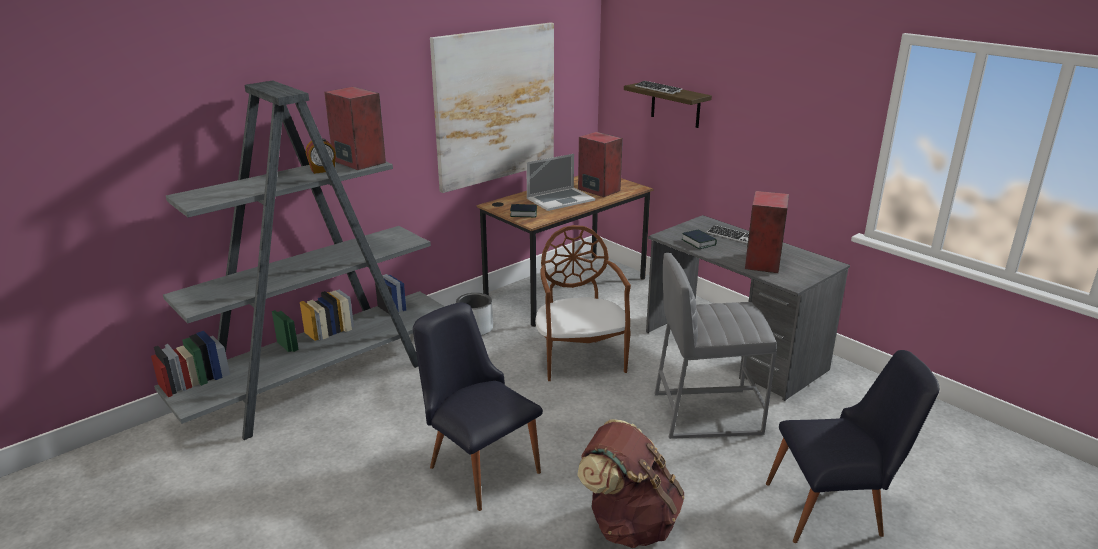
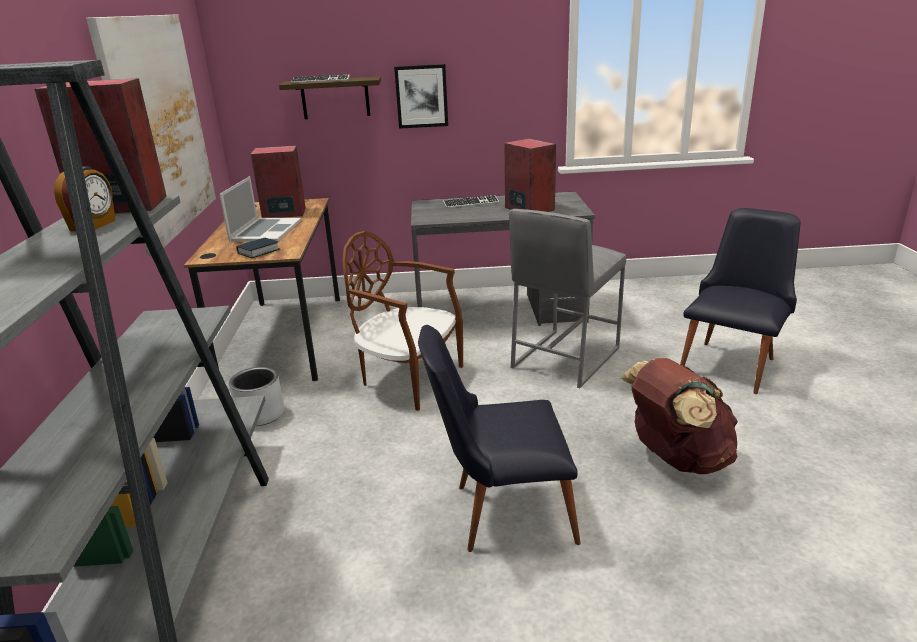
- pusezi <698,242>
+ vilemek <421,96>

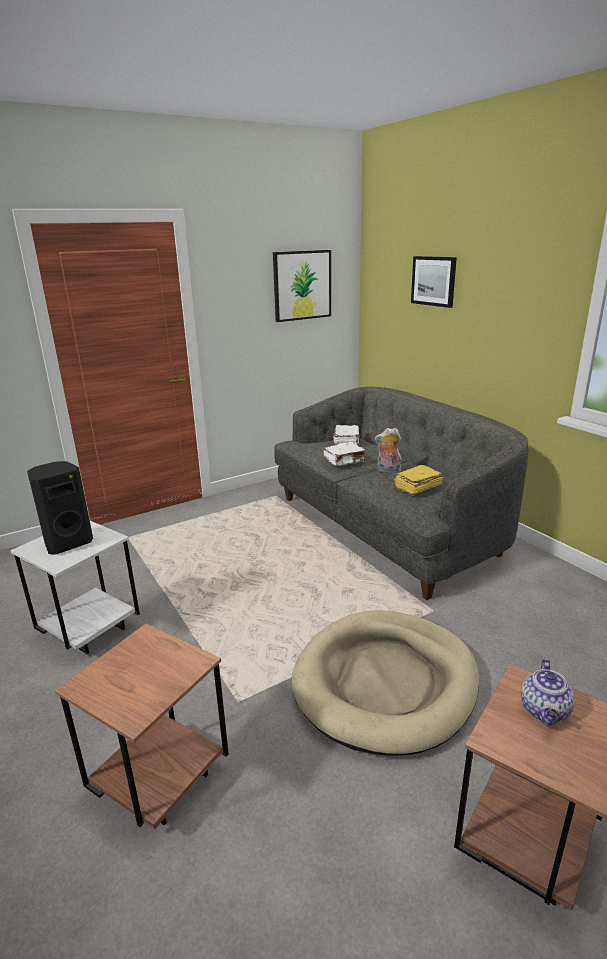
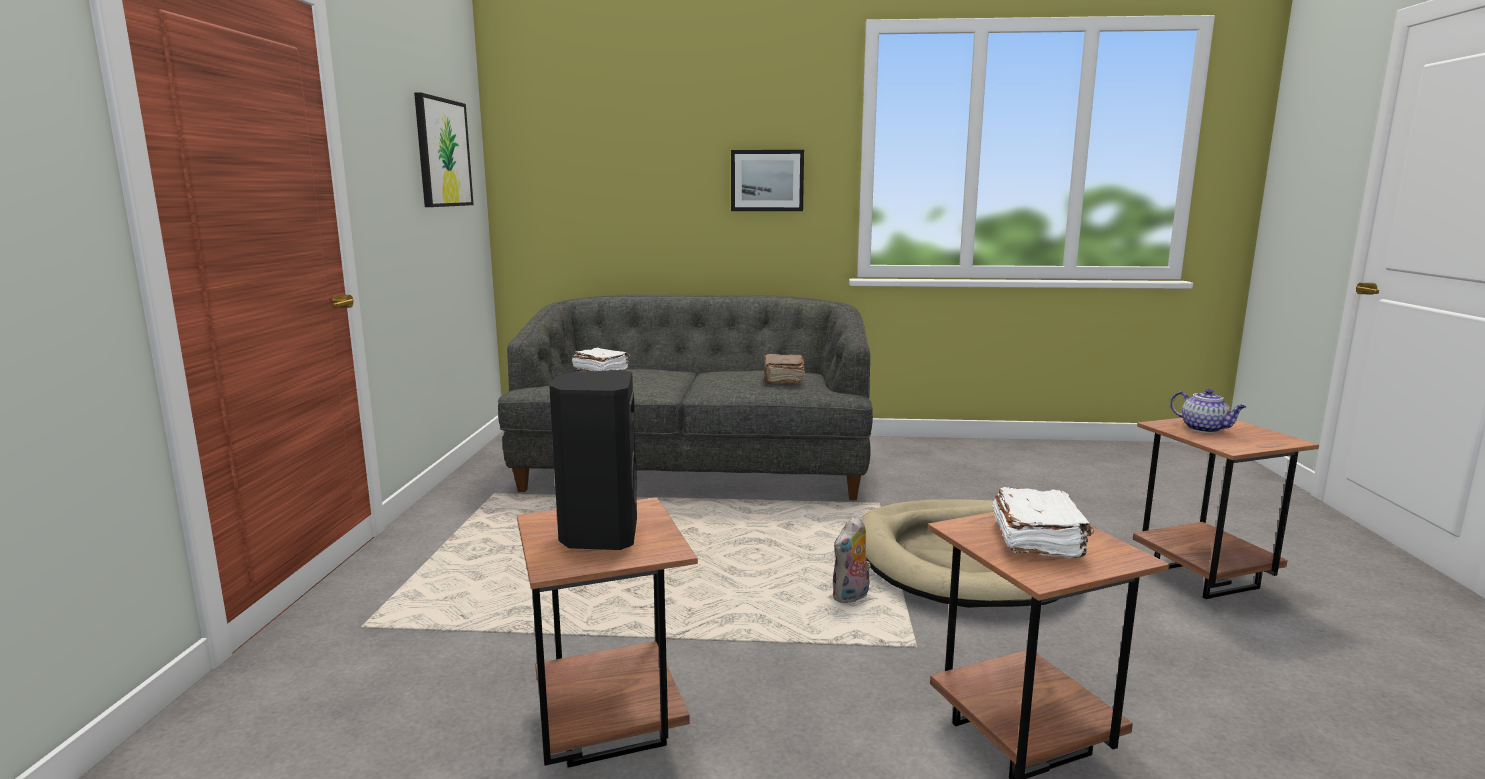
~ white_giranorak <90,633> to brown_giranorak <607,730>
~ white_pusezi <345,461> to <1038,540>
~ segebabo <388,471> to <851,597>
~ yellow_pusezi <417,487> to brown_pusezi <783,378>
~ vilemek <433,281> to <767,180>

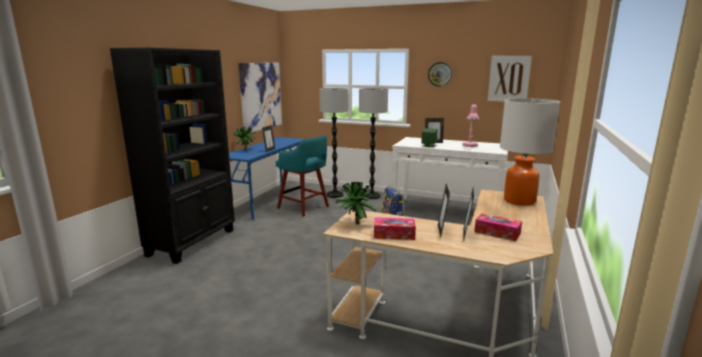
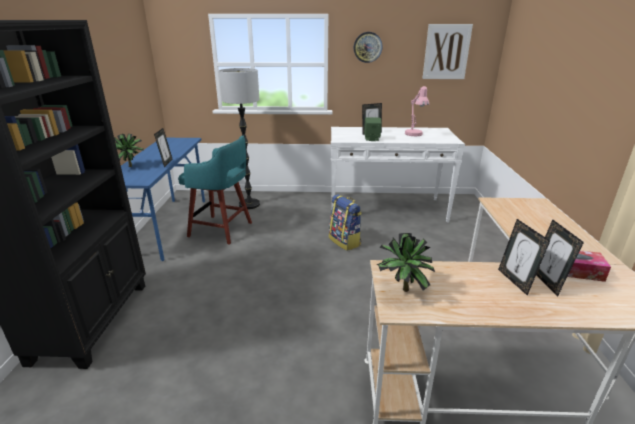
- vilemek <261,96>
- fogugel <372,196>
- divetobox <394,234>
- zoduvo <519,201>

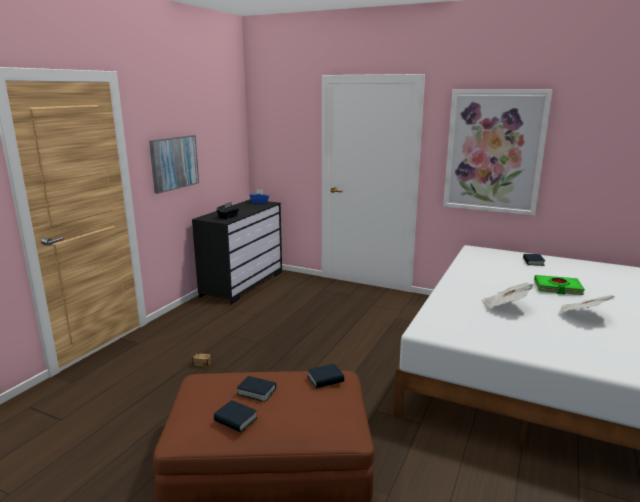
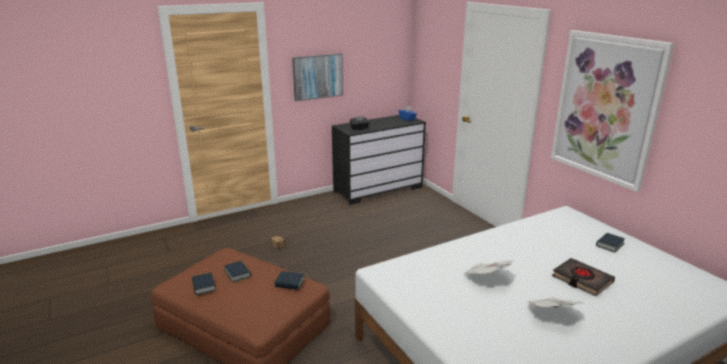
~ green_pusezi <557,288> to black_pusezi <582,280>

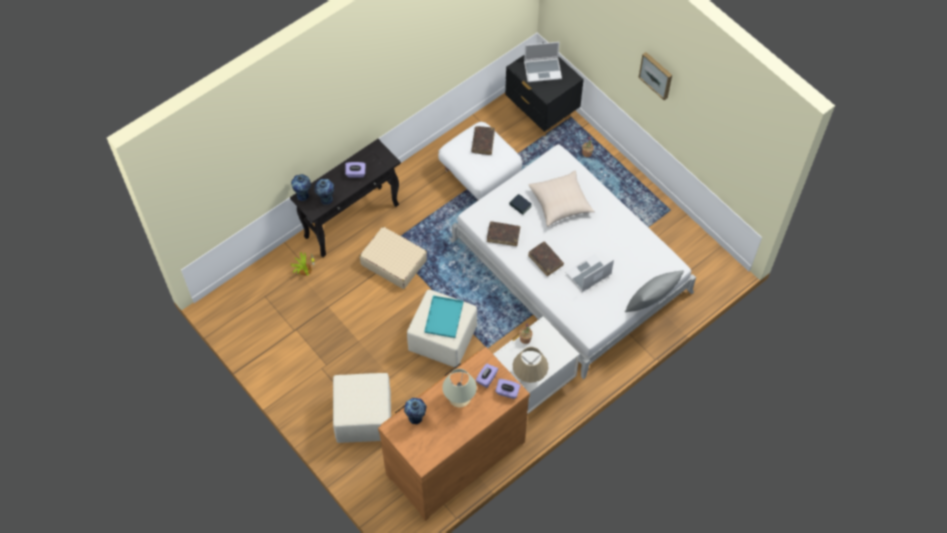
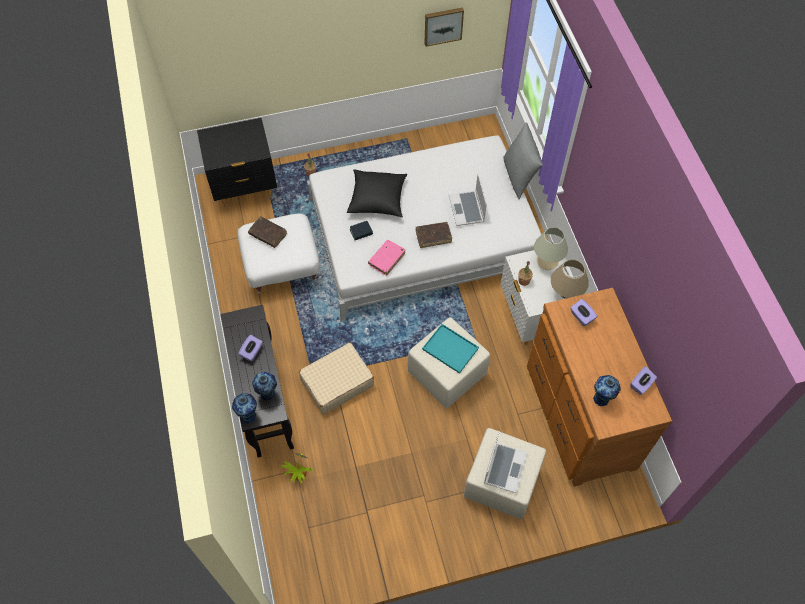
~ beige_zoduvo <460,397> to <547,261>
~ brown_pusezi <503,235> to pink_pusezi <386,259>
~ purple_divetobox <507,392> to <641,384>
~ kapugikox <543,70> to <504,467>
~ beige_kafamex <560,203> to black_kafamex <377,199>
~ vilemek <656,75> to <443,25>

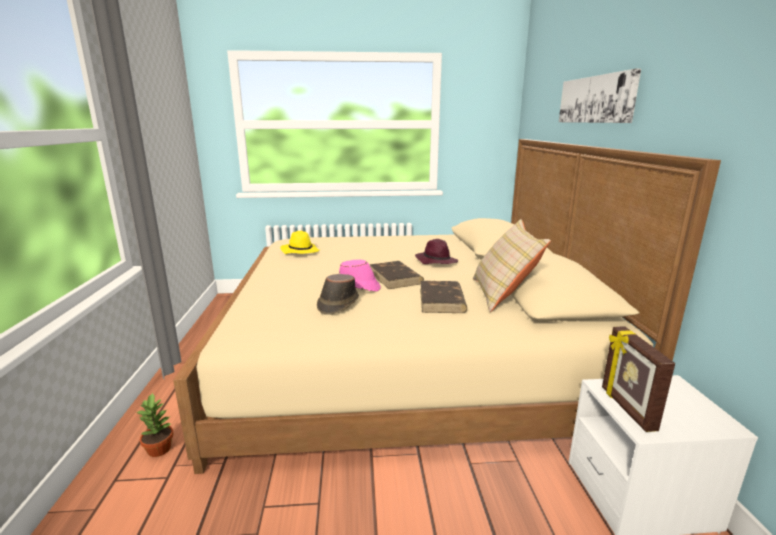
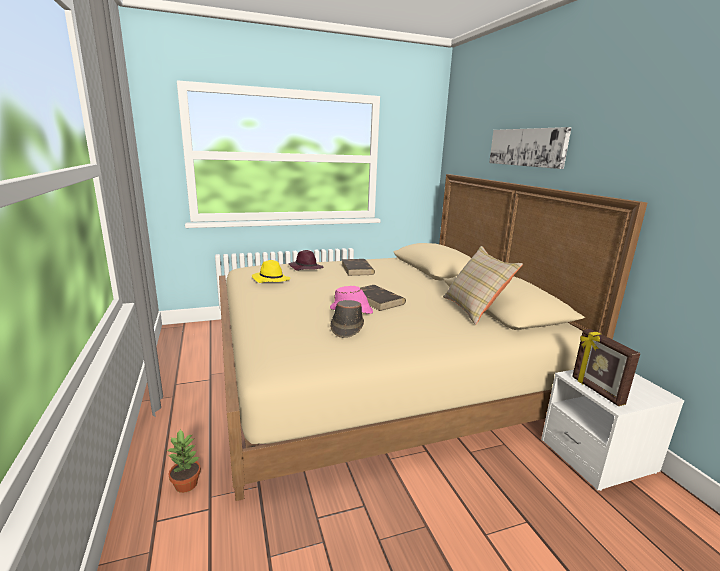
~ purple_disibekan <436,261> to <305,268>
~ brown_pusezi <442,300> to <357,269>

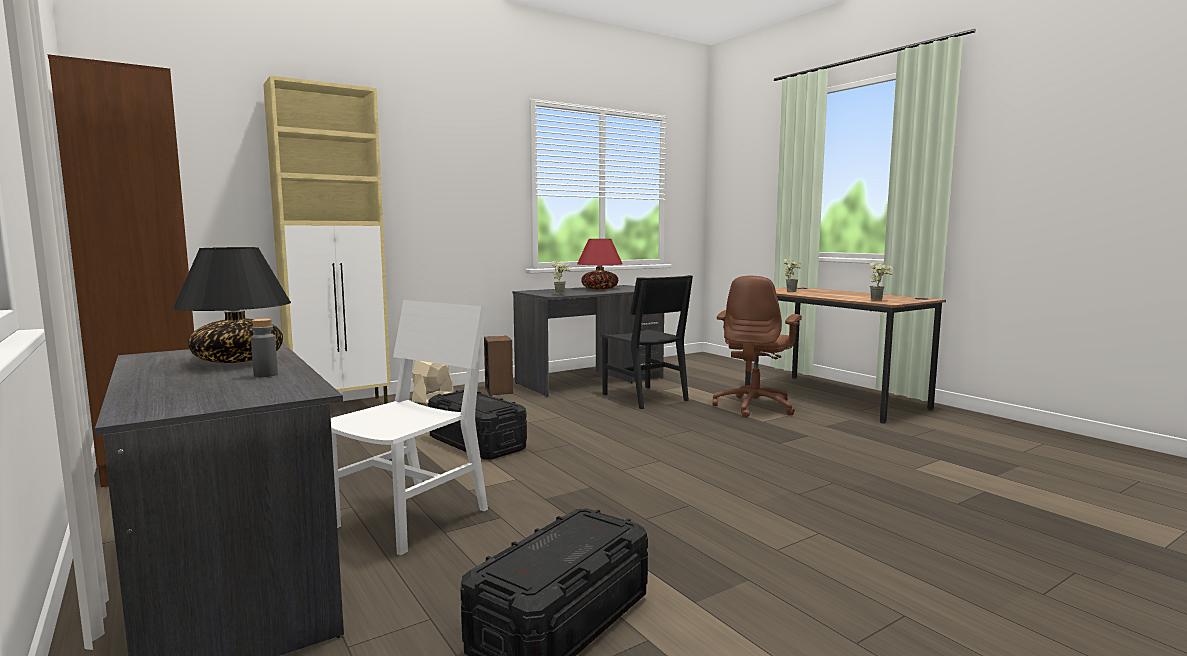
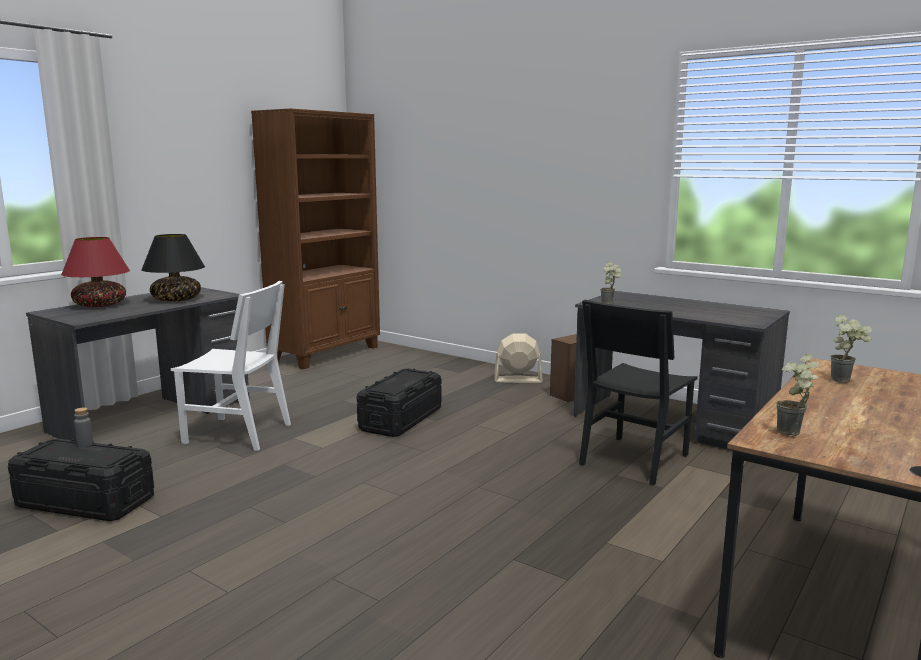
~ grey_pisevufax <265,375> to <85,444>
- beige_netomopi <341,407>
~ red_zoduvo <600,289> to <100,305>
- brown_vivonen <755,407>

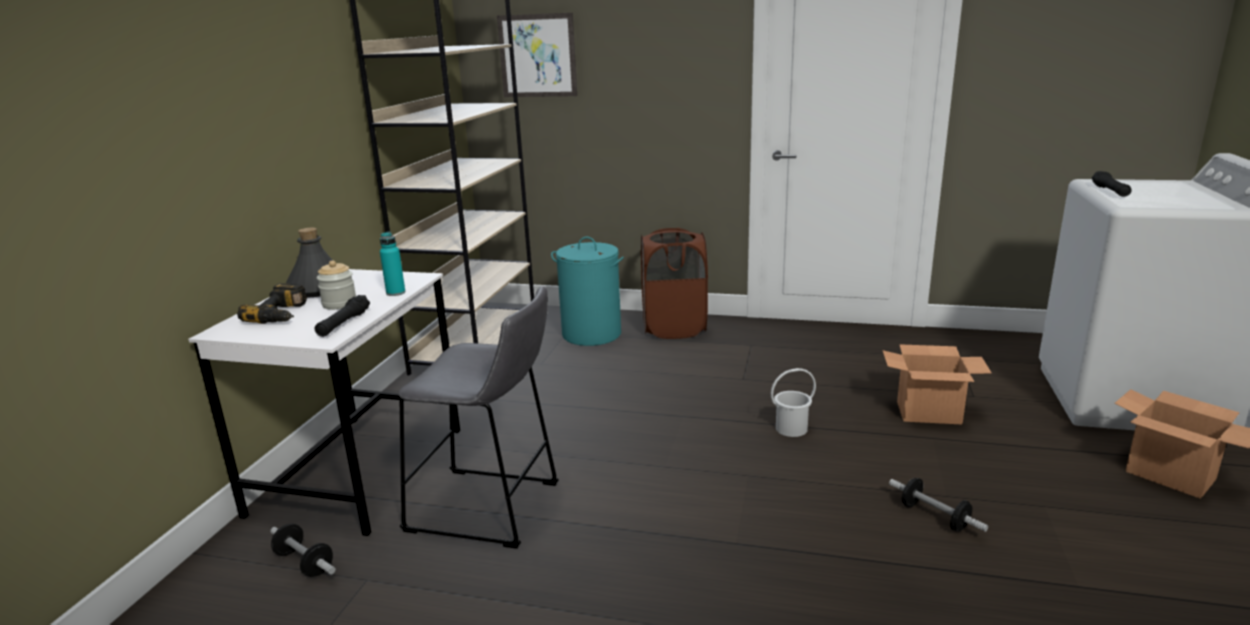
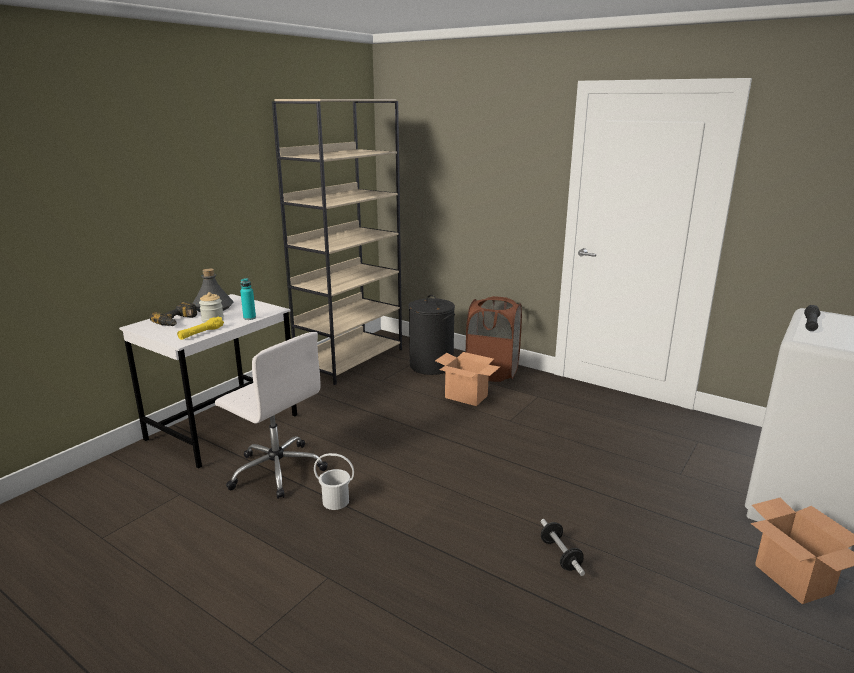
- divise <304,563>
~ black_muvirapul <344,323> to yellow_muvirapul <201,333>
~ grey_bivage <491,509> to white_vivonen <276,470>
- vilemek <537,56>
~ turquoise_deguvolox <591,334> to black_deguvolox <431,366>
~ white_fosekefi <791,428> to <335,501>
~ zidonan <929,413> to <466,397>

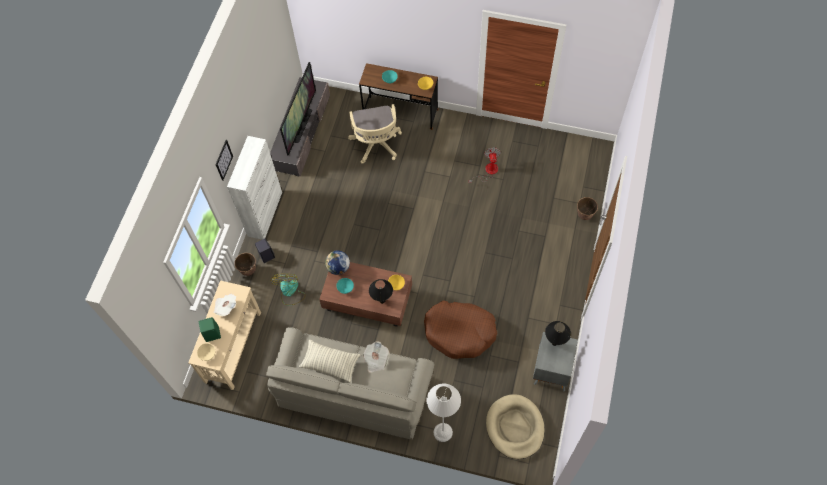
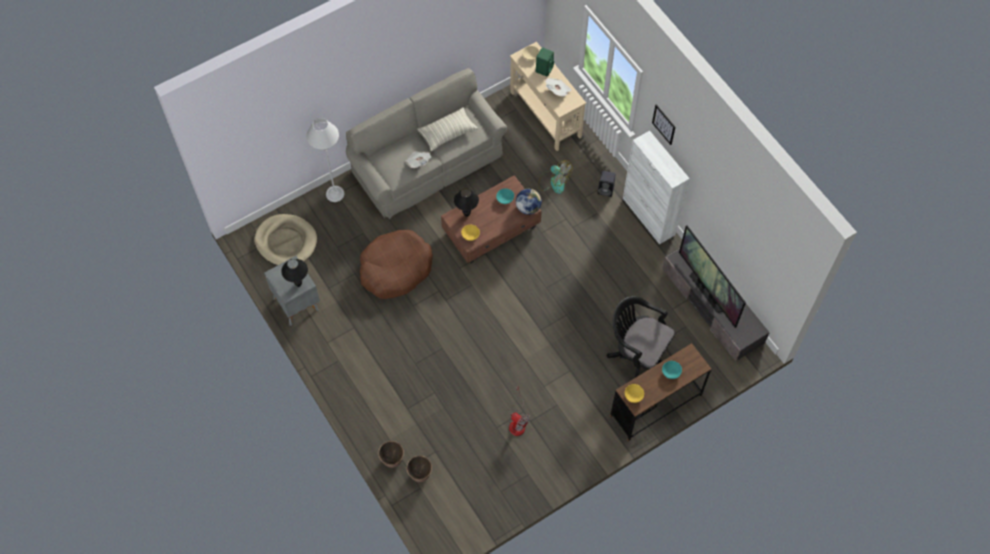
~ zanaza <248,270> to <420,475>
~ beige_vivonen <376,145> to black_vivonen <637,354>

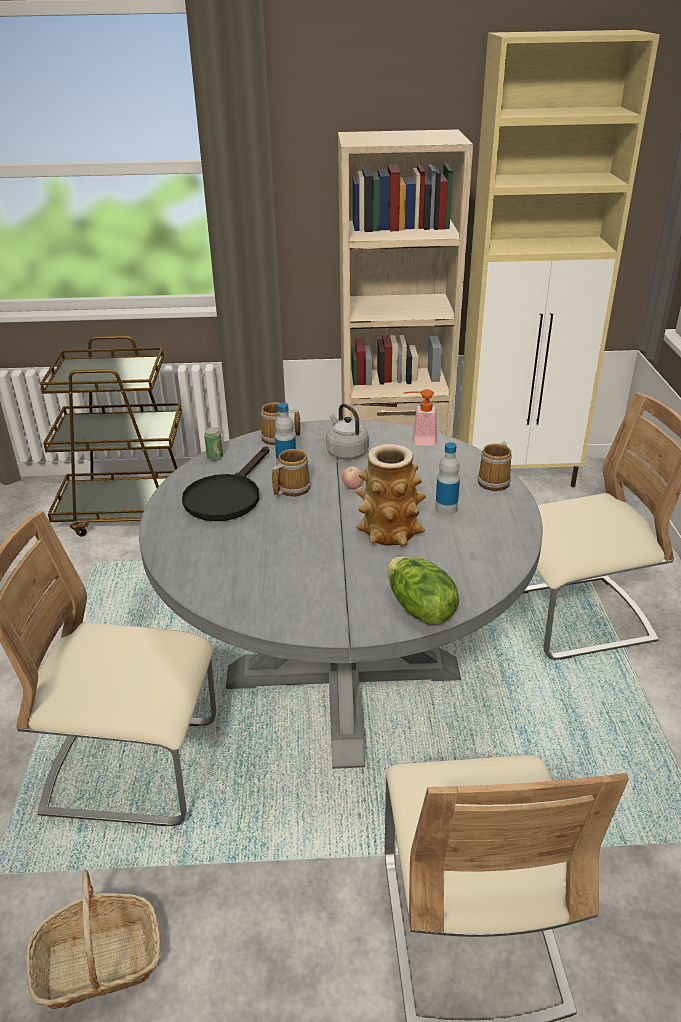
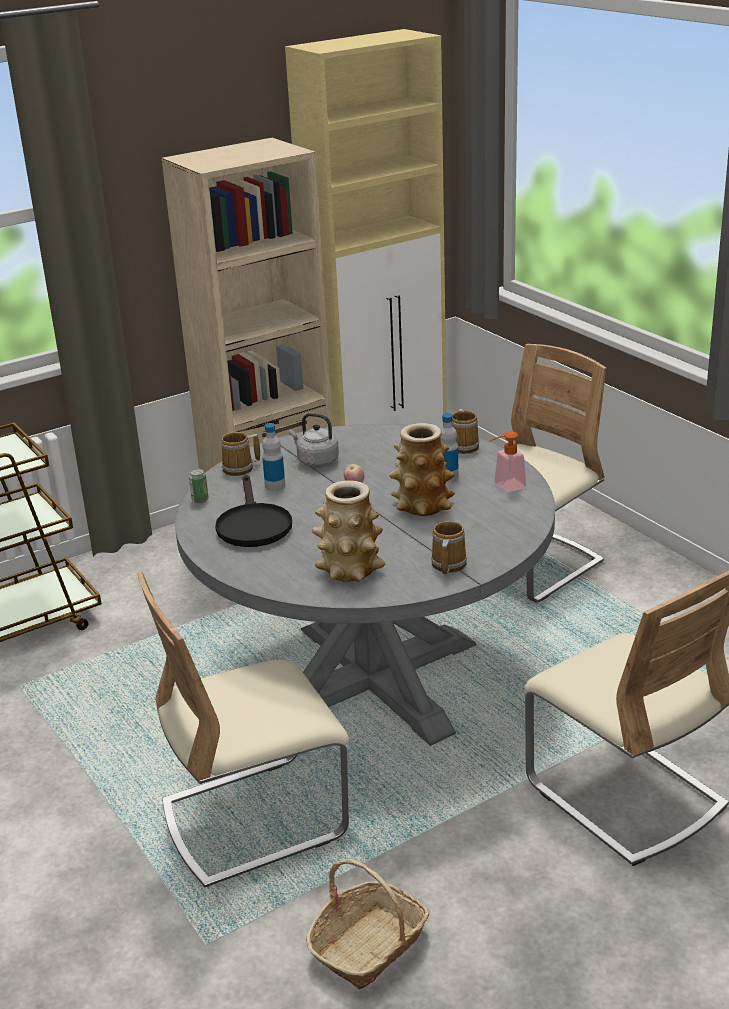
~ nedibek <291,489> to <447,565>
- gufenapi <419,609>
~ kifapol <419,441> to <505,487>
+ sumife <349,569>

